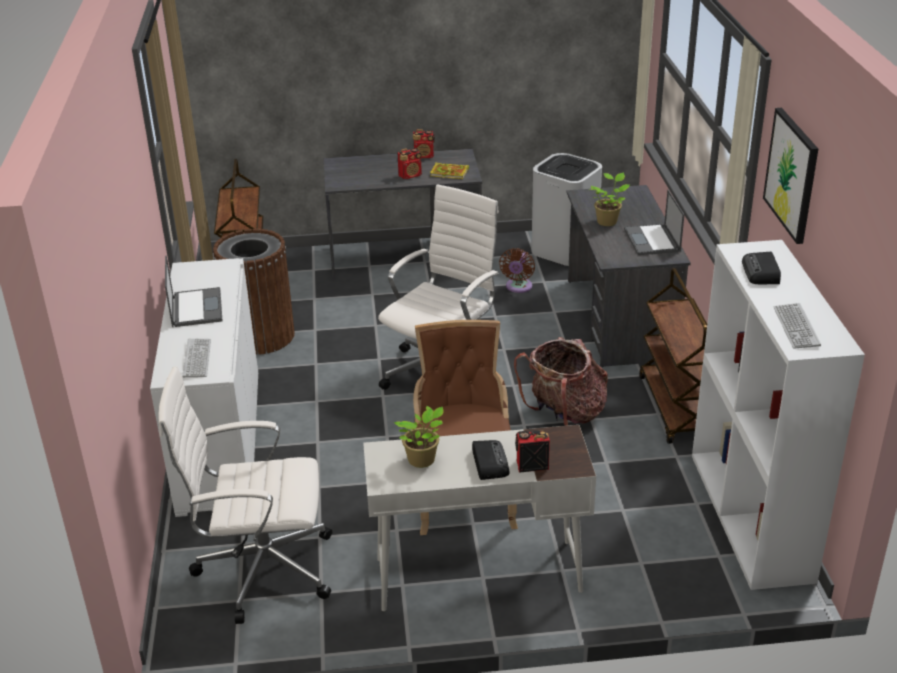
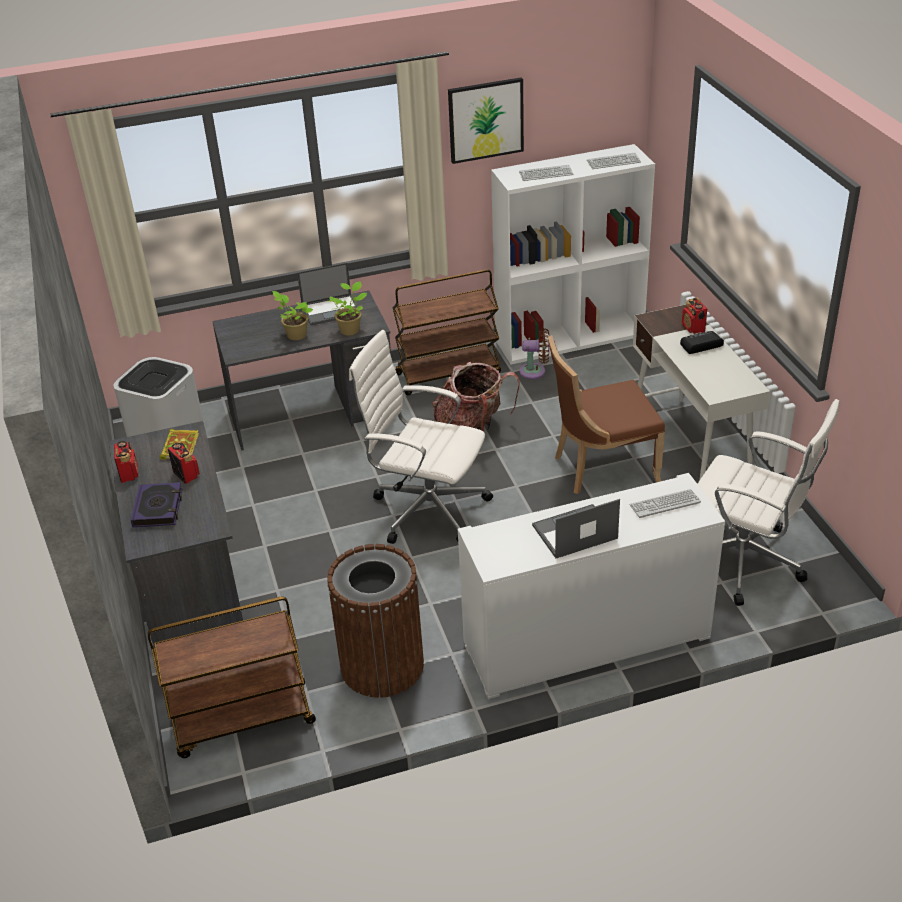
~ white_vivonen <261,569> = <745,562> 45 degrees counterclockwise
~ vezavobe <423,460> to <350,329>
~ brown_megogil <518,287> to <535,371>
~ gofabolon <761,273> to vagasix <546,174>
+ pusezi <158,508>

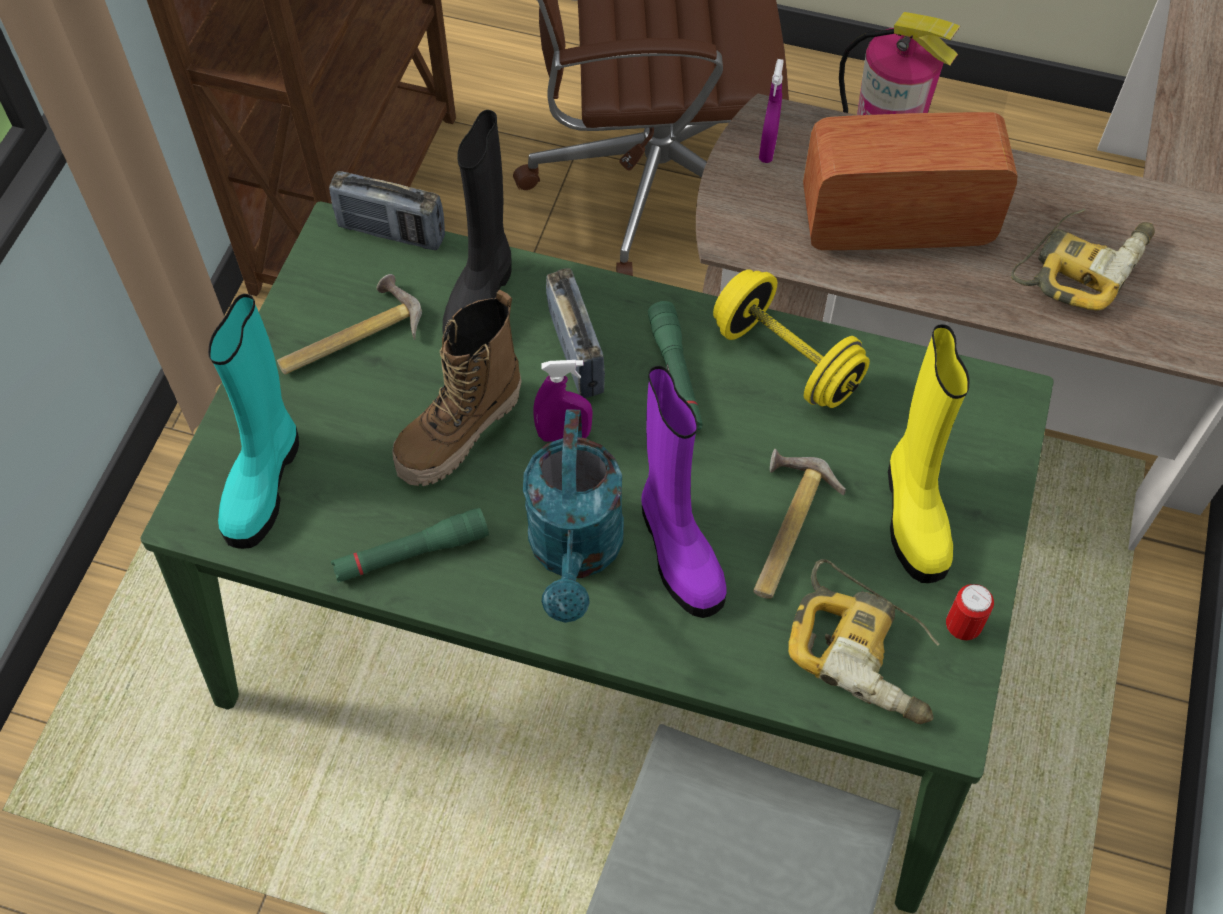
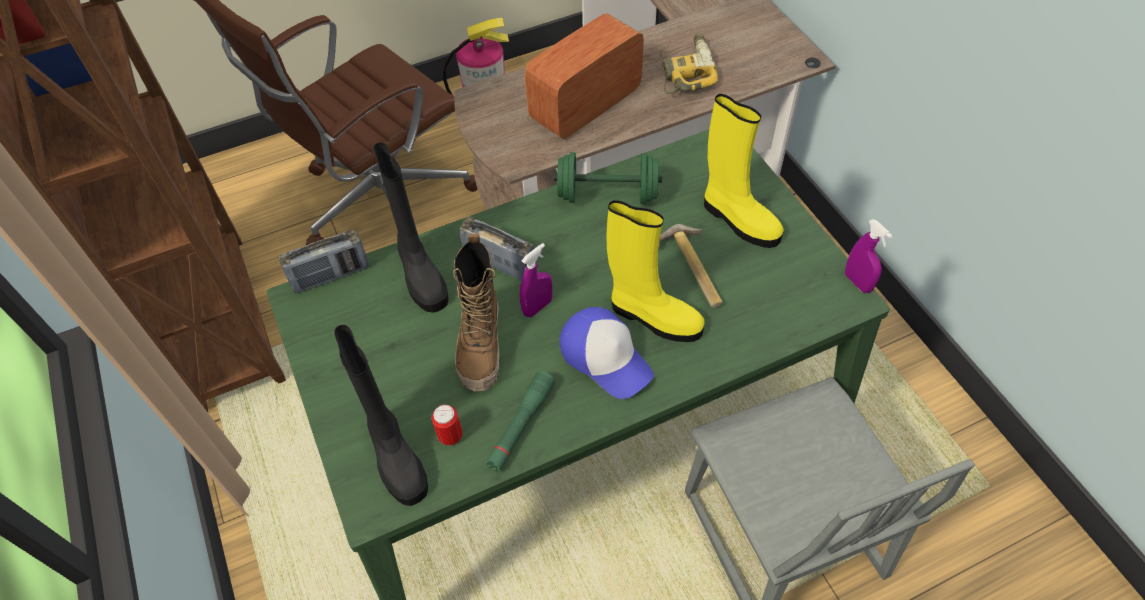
~ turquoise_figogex <264,482> to black_figogex <395,456>
- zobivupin <349,336>
~ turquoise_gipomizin <576,552> to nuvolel <605,357>
~ purple_figogex <678,550> to yellow_figogex <653,317>
- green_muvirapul <675,375>
~ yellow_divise <786,360> to green_divise <607,195>
~ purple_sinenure <767,149> to <857,282>
- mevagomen <866,652>
~ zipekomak <962,626> to <450,436>

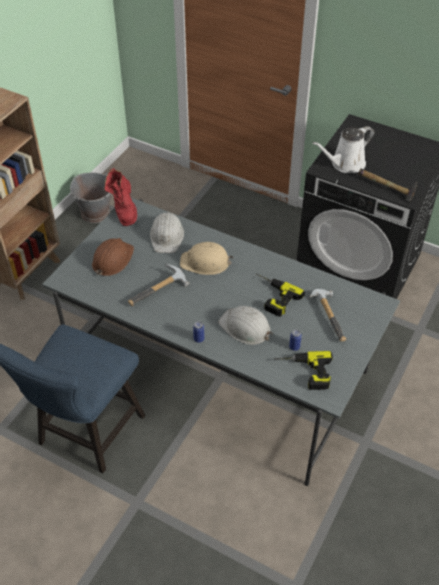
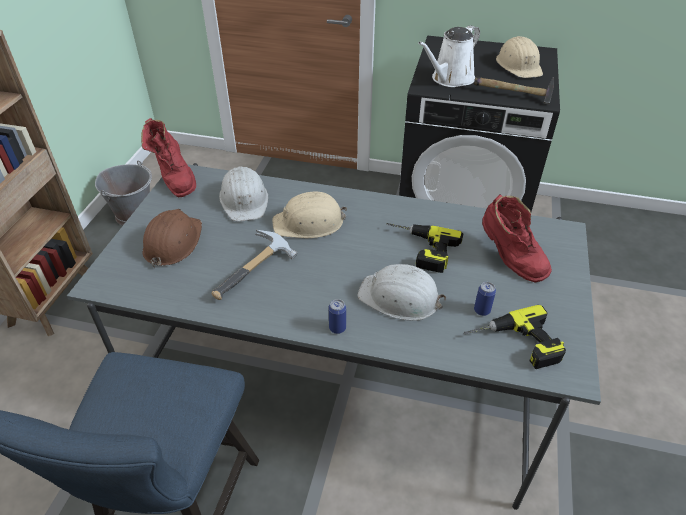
~ zobivupin <330,316> to red_figogex <509,259>
+ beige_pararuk <519,65>

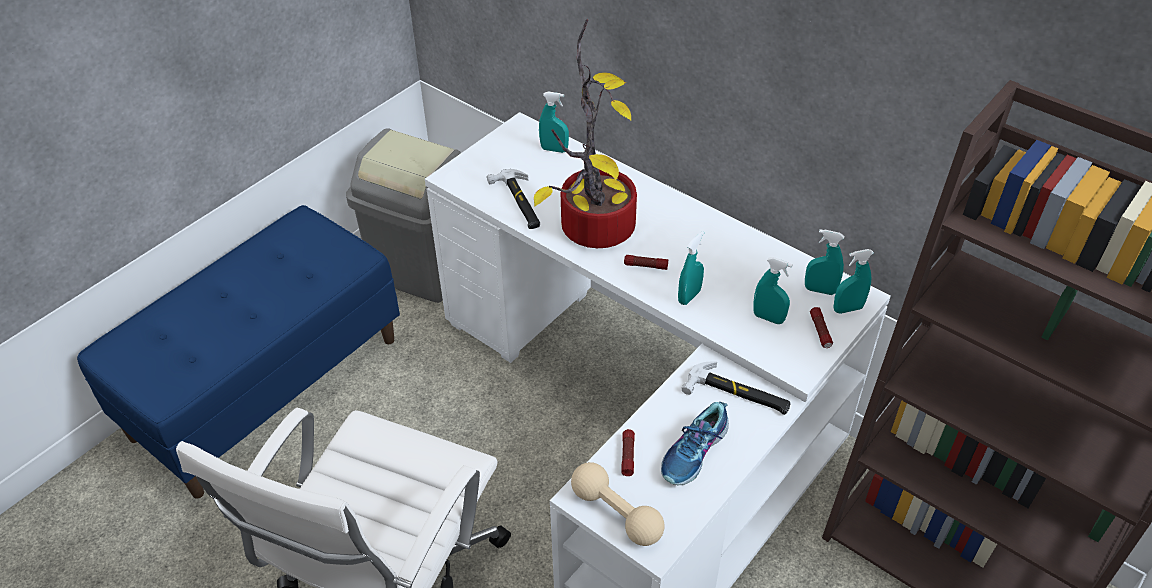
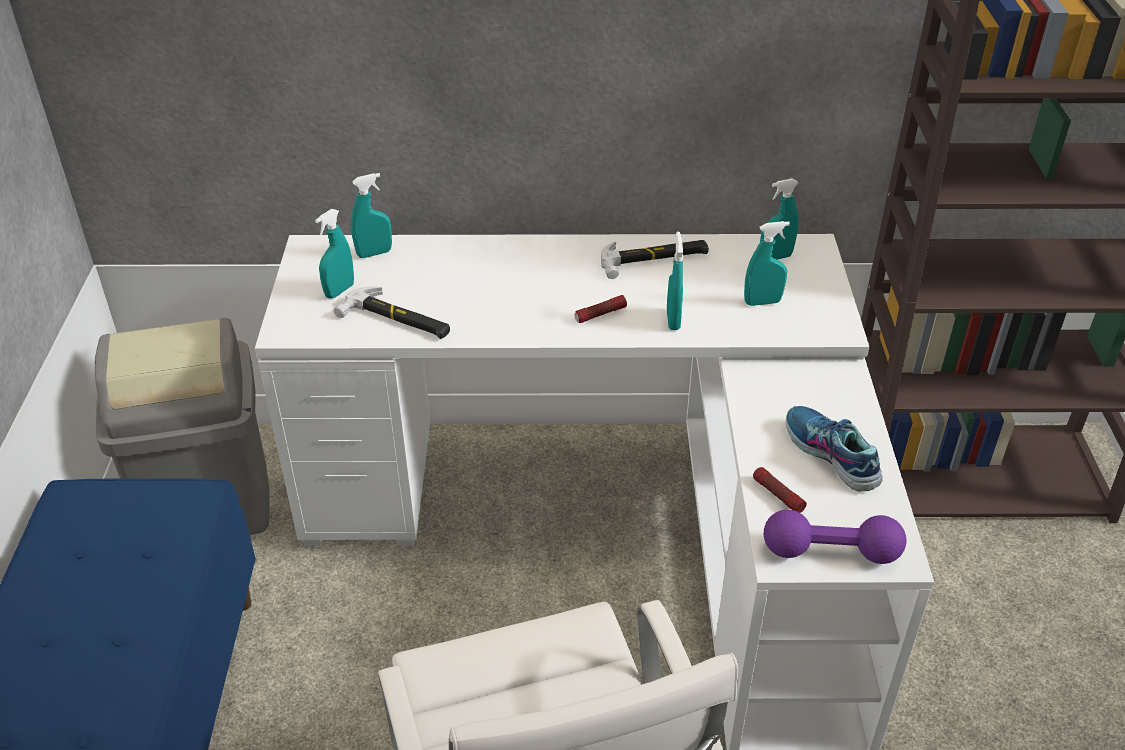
- vezavobe <593,222>
~ beige_divise <616,513> to purple_divise <830,552>
~ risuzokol <695,453> = <830,455> 150 degrees clockwise
~ zobivupin <737,395> to <654,259>
- muvirapul <820,331>
~ turquoise_sinenure <848,309> to <339,291>

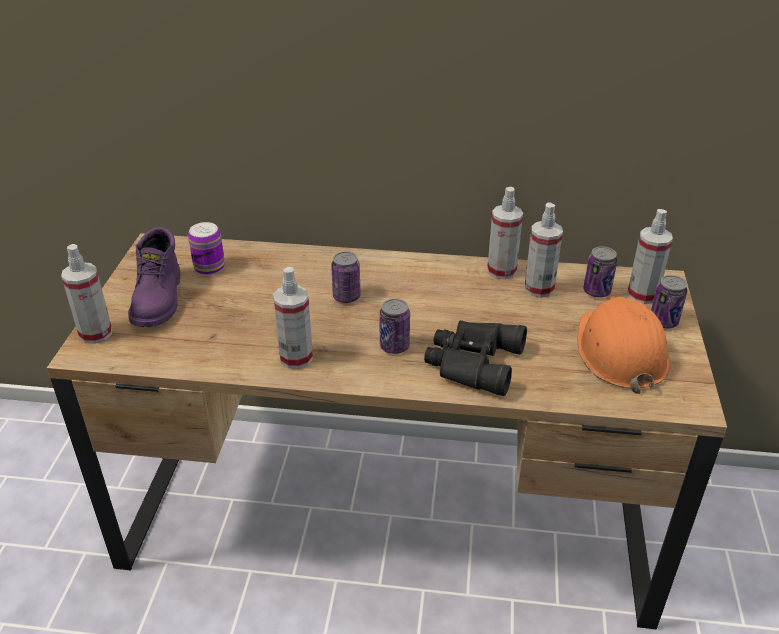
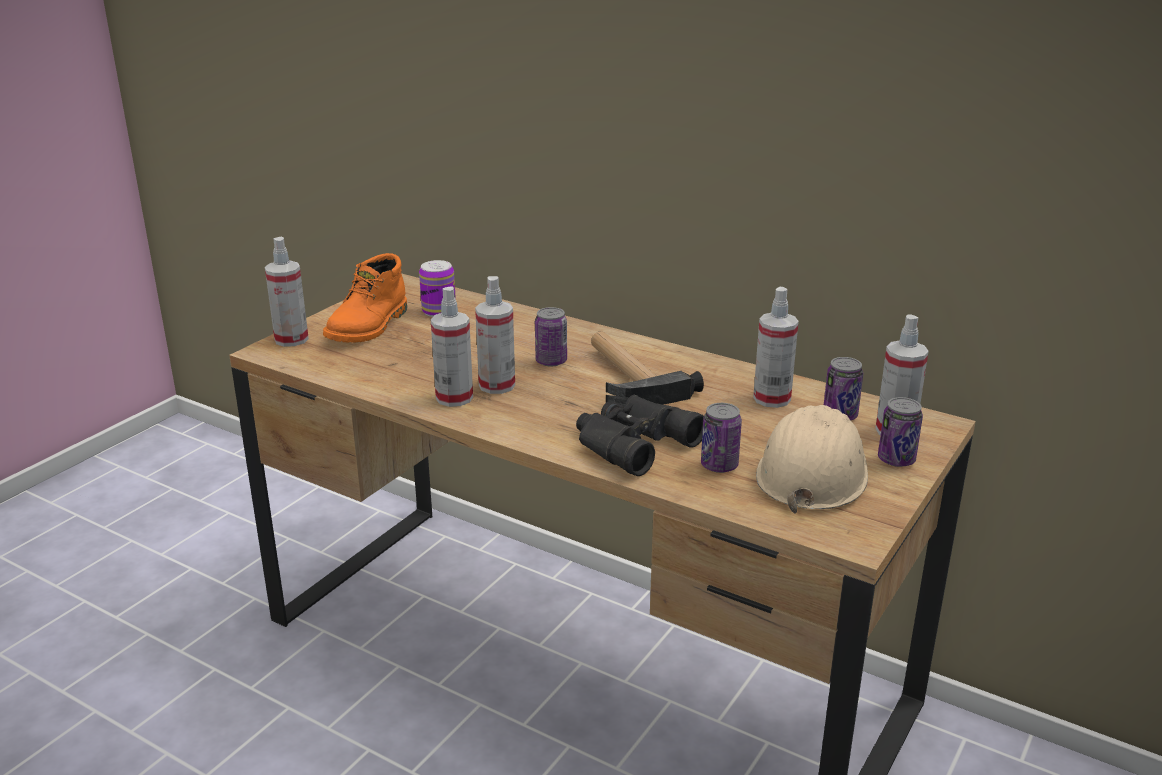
~ purple_figogex <159,300> to orange_figogex <369,327>
~ zipekomak <394,346> to <719,466>
~ sinenure <501,271> to <497,385>
~ orange_pararuk <619,351> to beige_pararuk <812,473>
+ zobivupin <628,376>

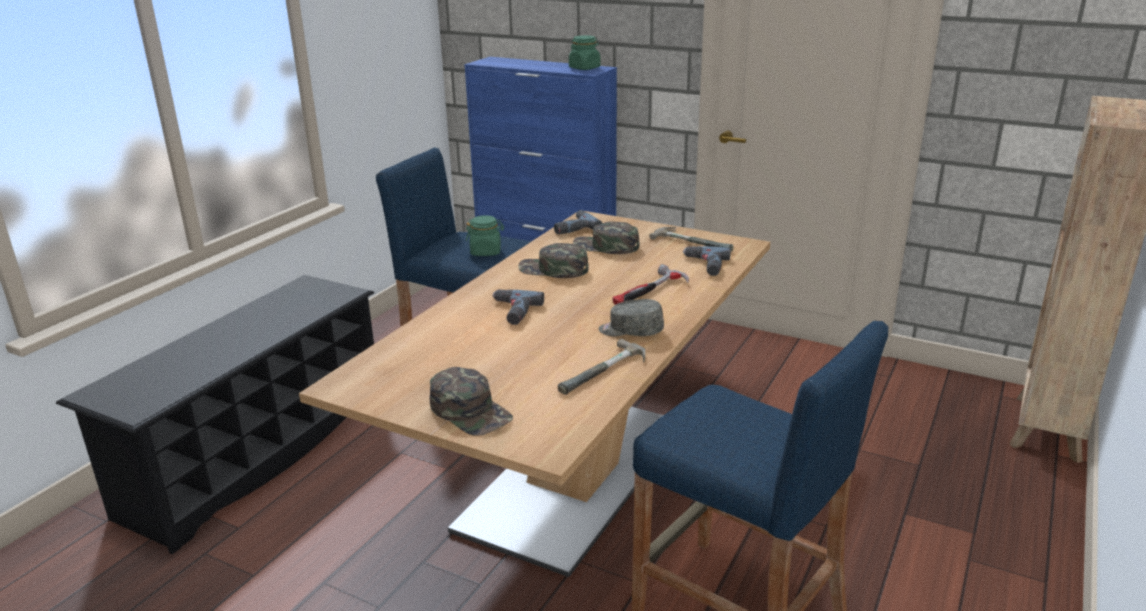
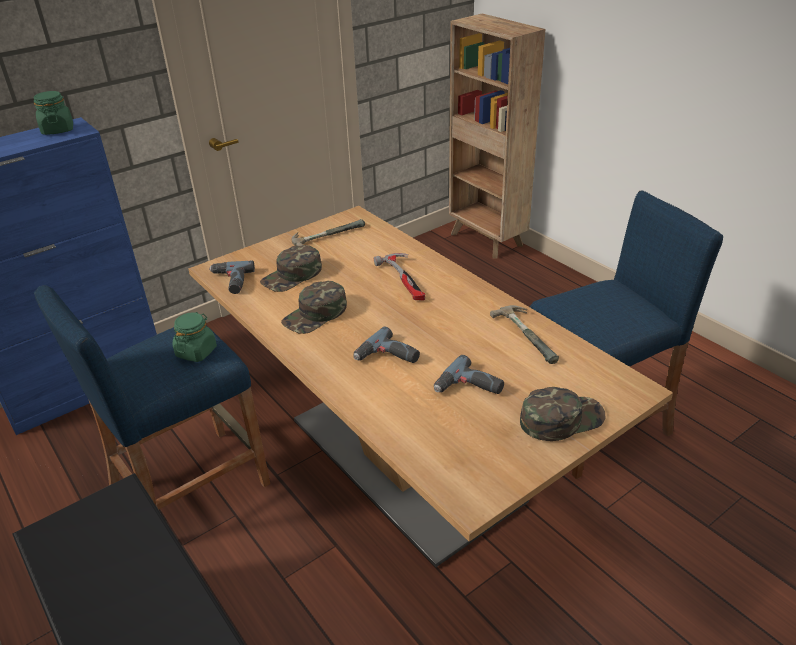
- grey_nuvolel <630,331>
~ mevagomen <705,265> to <469,388>

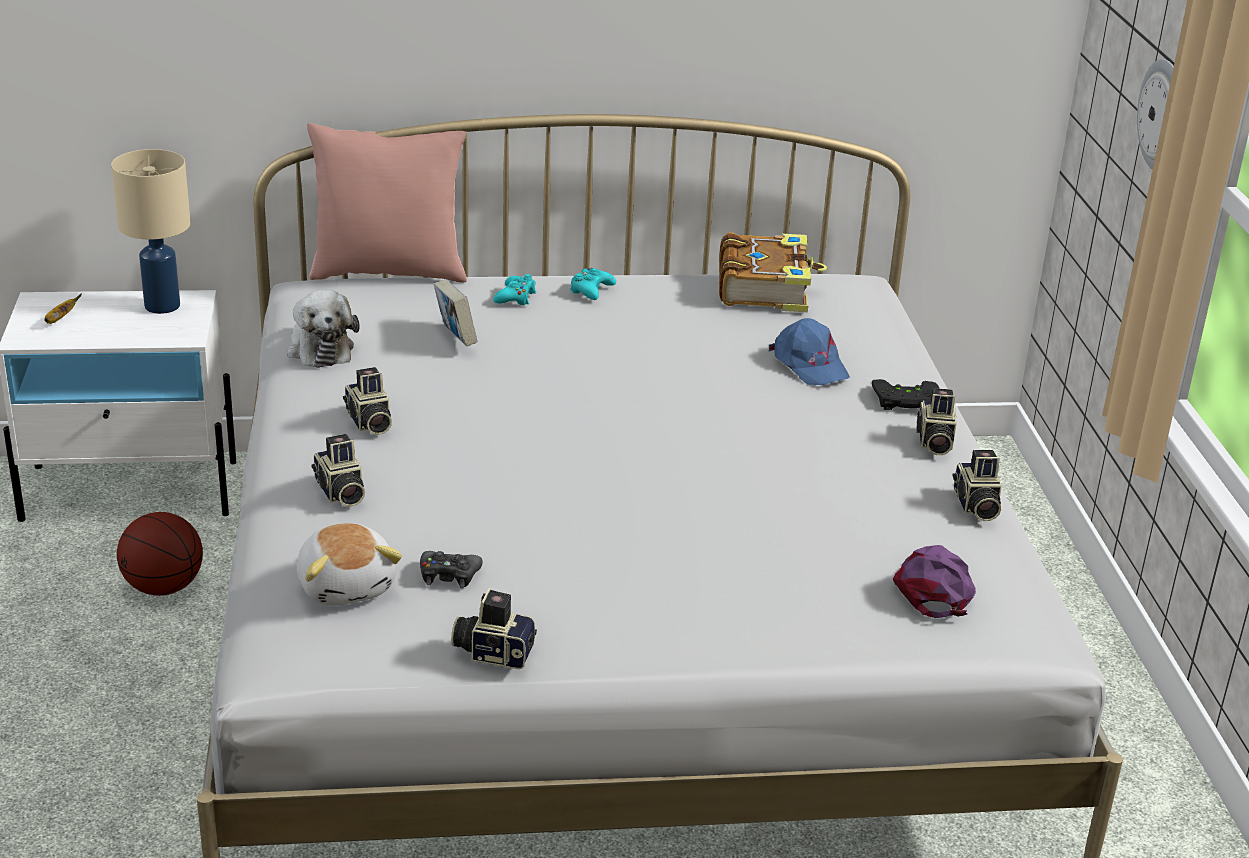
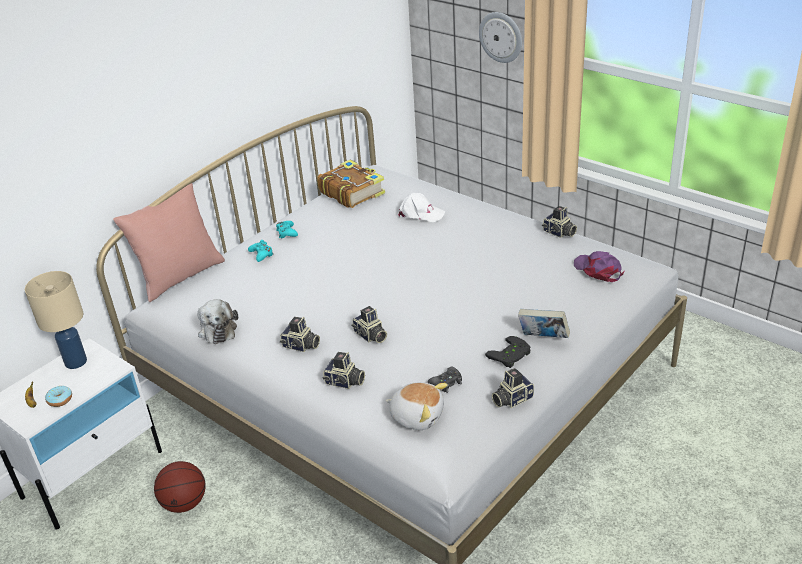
~ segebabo <320,348> = <217,329> 45 degrees clockwise
~ pusezi <455,339> to <543,338>
~ blue_nuvolel <809,364> to white_nuvolel <420,214>
~ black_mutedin <905,401> to <511,356>
~ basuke <933,442> to <370,336>
+ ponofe <60,400>

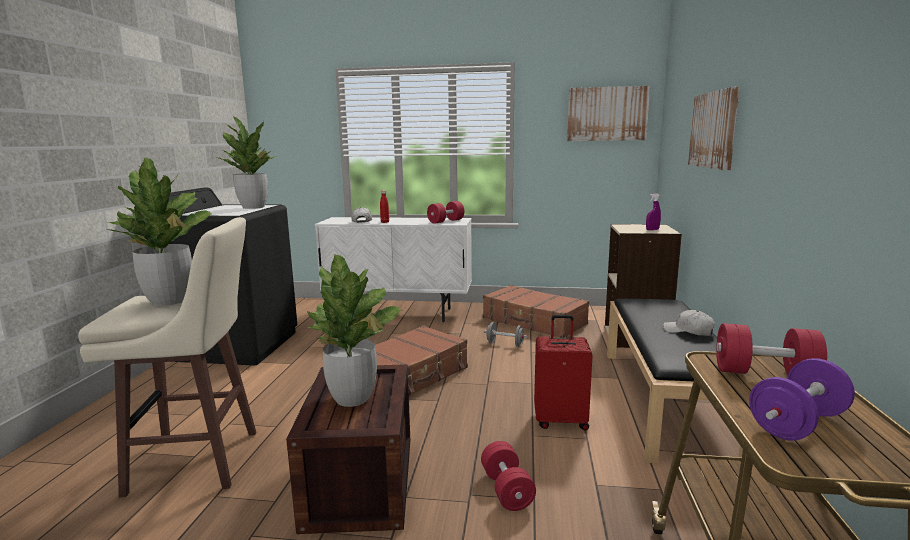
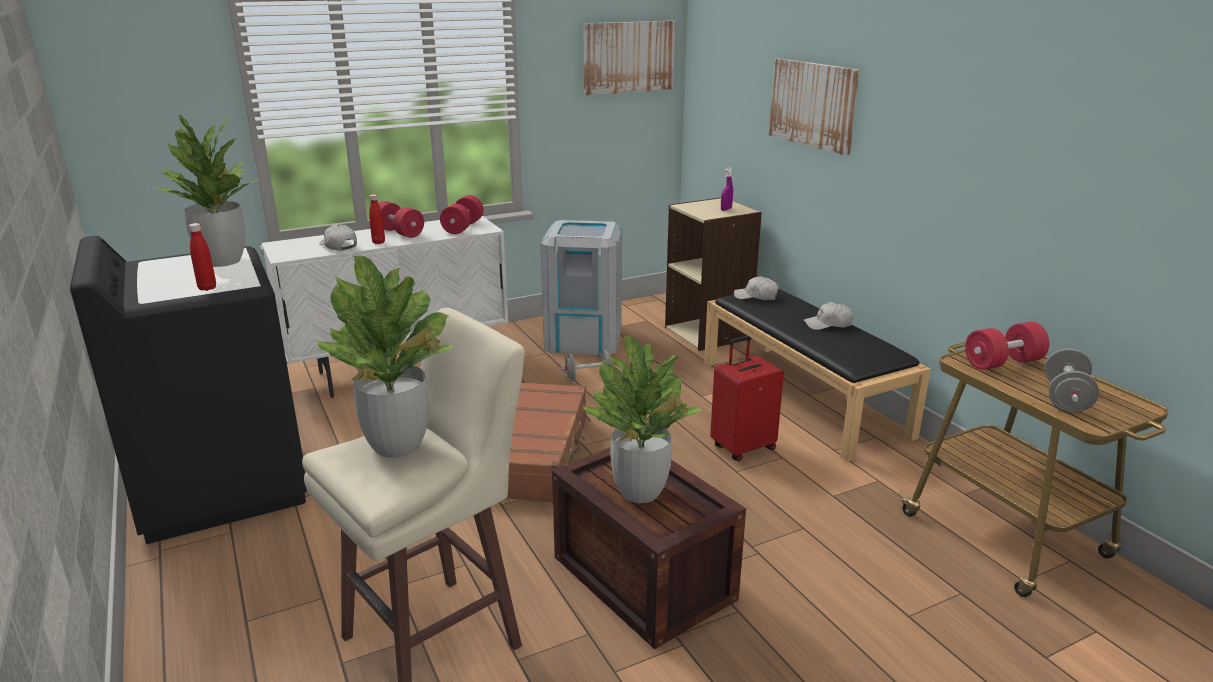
~ red_divise <507,490> to <399,232>
~ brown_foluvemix <534,321> to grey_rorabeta <584,339>
~ purple_divise <797,424> to grey_divise <1065,398>
+ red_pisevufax <207,288>
+ white_nuvolel <756,296>

